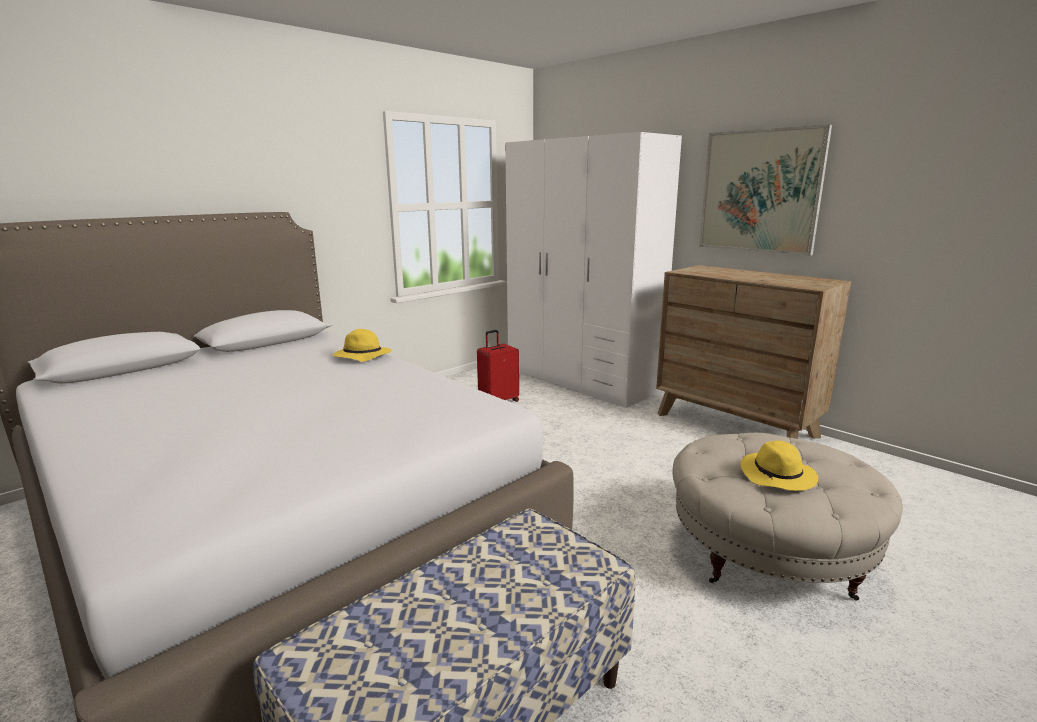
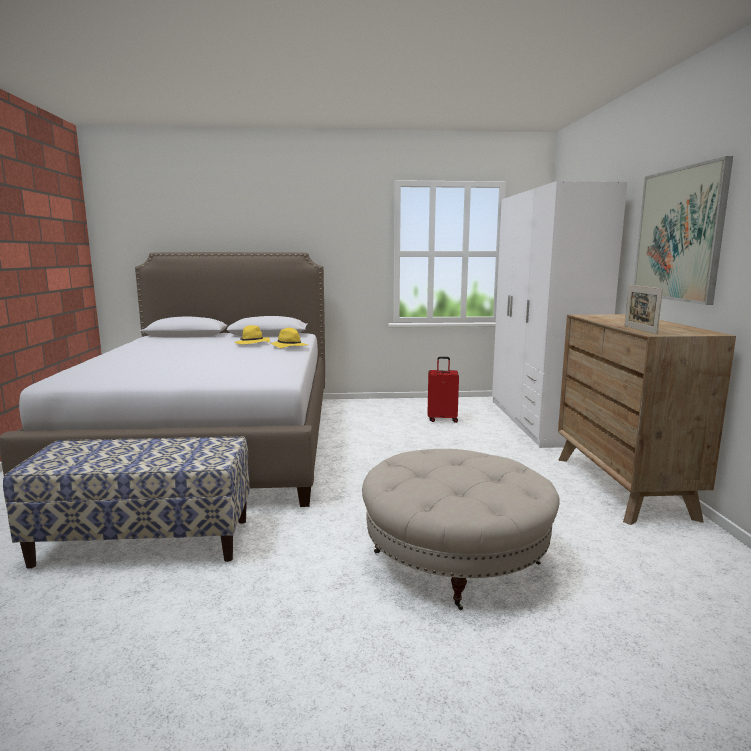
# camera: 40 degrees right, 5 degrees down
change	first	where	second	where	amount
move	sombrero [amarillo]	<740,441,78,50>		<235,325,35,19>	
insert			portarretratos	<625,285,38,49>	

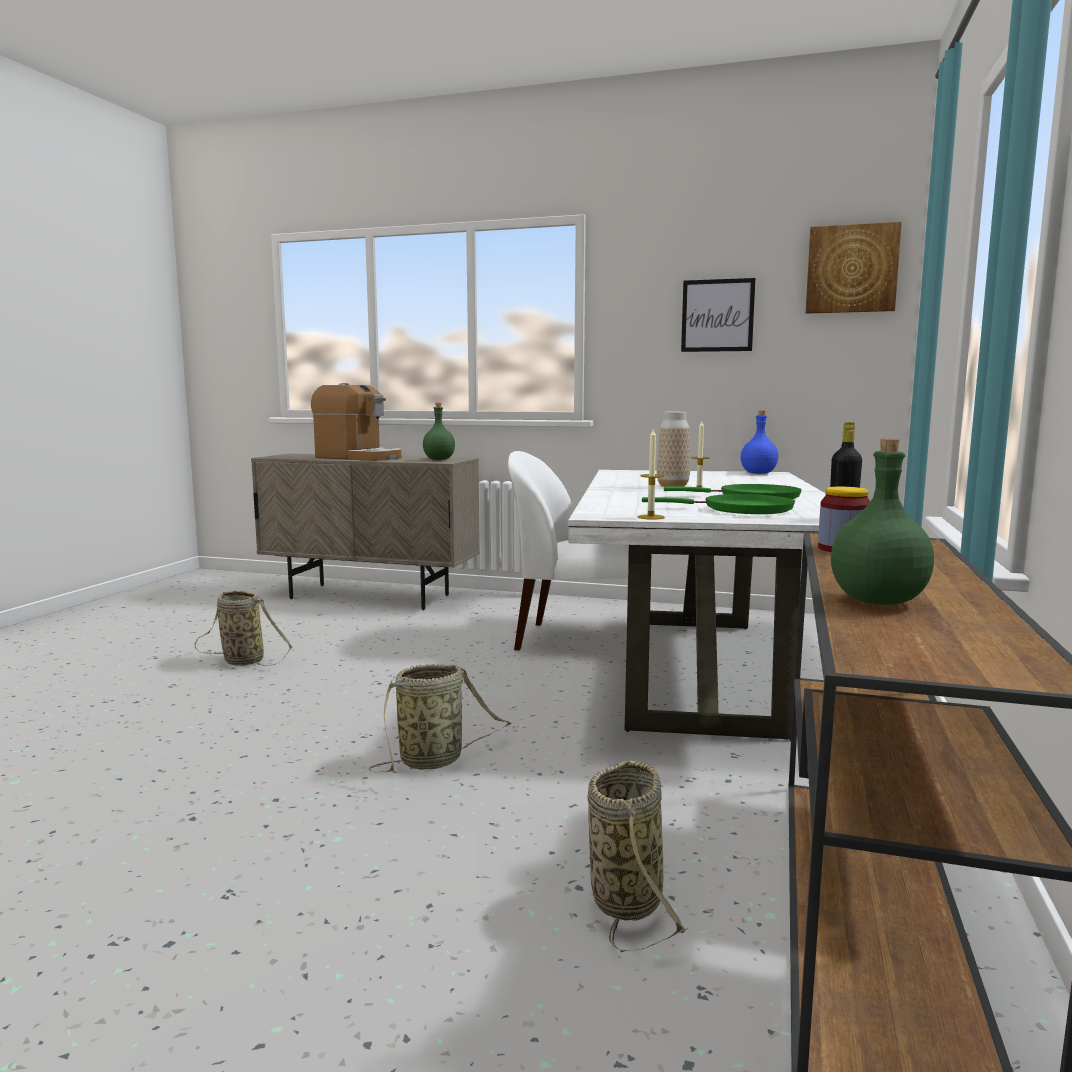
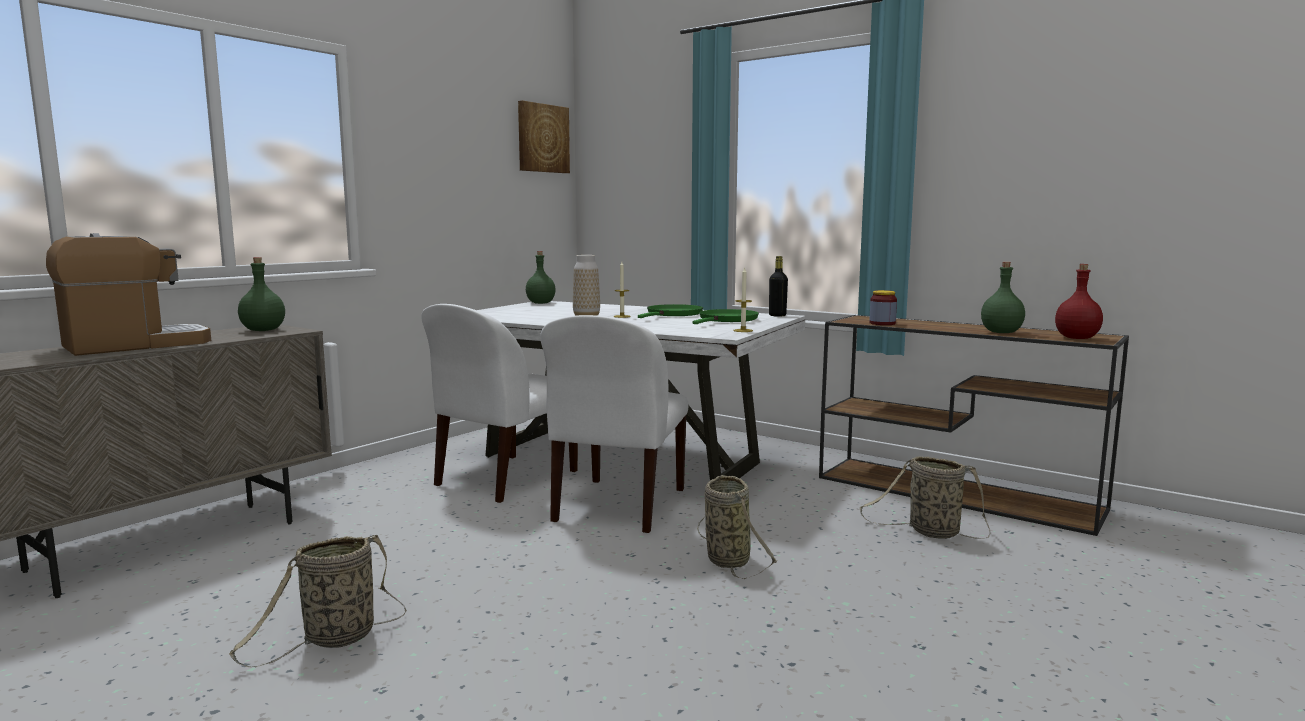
# camera: 70 degrees left, 0 degrees up
change	first	where	second	where	amount
delete	cuadro	<681,278,74,74>			
recolor	botella [azul]	<741,410,37,64>	botella [verde]	<526,251,30,53>	
insert			botella [rojo]	<1055,264,48,75>	
insert			silla [blanco]	<540,315,149,218>	

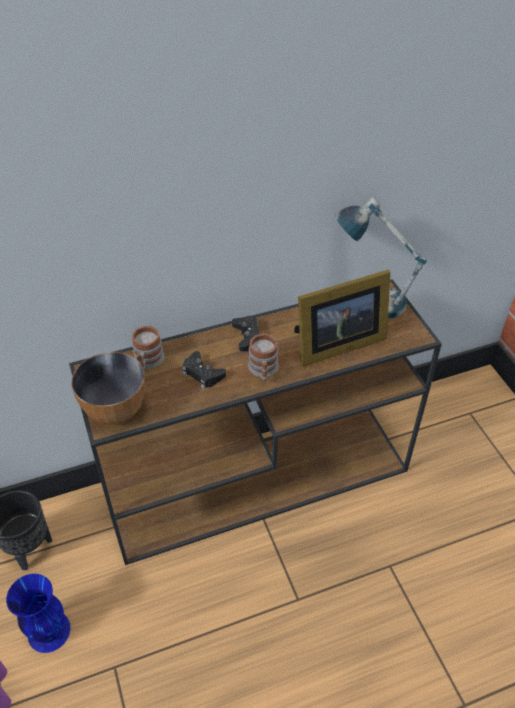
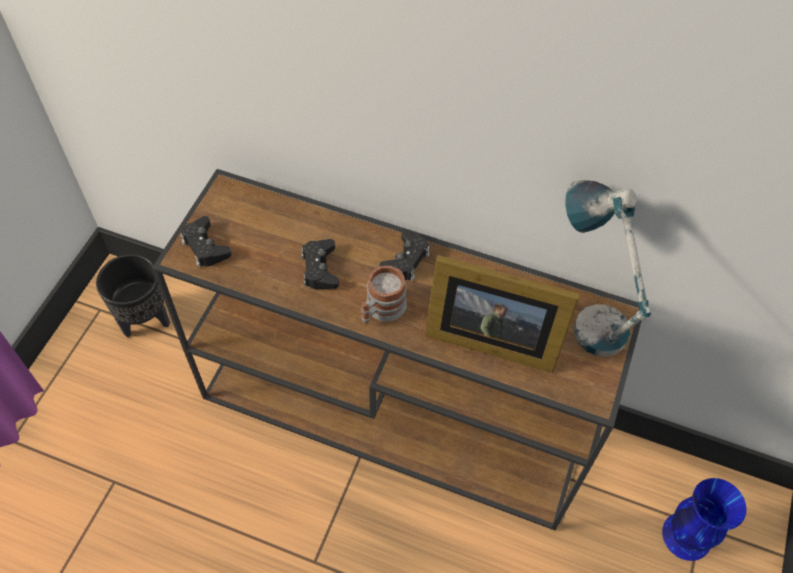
# camera: 40 degrees right, 10 degrees up
change	first	where	second	where	amount
delete	taza grande	<132,326,33,44>			
replace	cuenco	<71,352,74,73>	mando de consola [negro]	<180,216,51,51>	
move	florero [azul]	<6,574,65,79>		<662,478,84,83>	

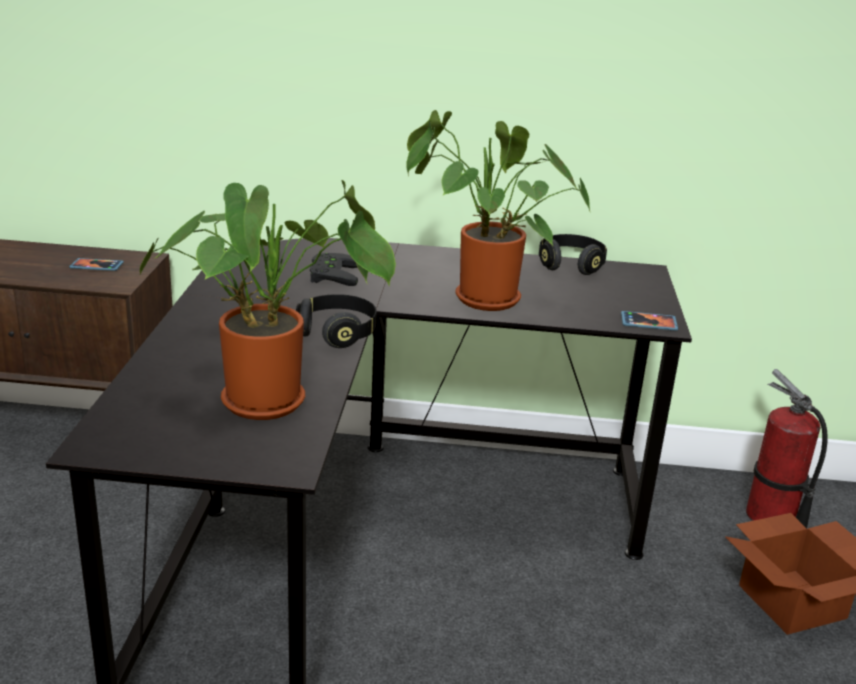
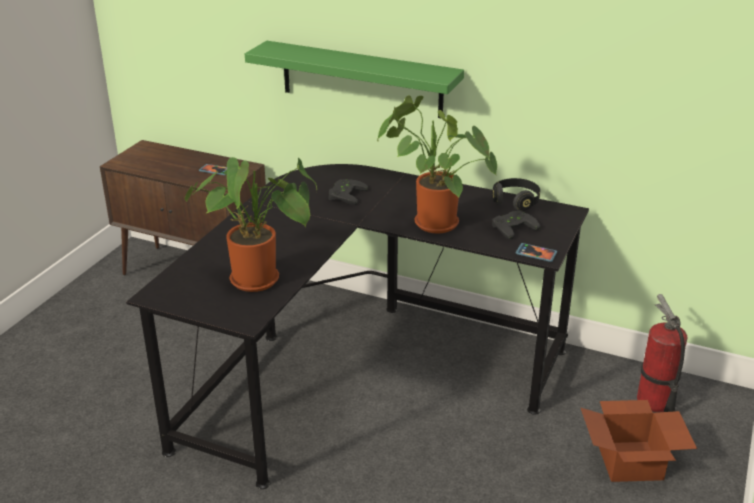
# camera: 20 degrees right, 5 degrees up
change	first	where	second	where	amount
delete	auriculares [negro]	<296,294,81,54>			
insert			estante [verde]	<245,41,219,77>	
insert			mando de consola [negro]	<492,211,48,29>	

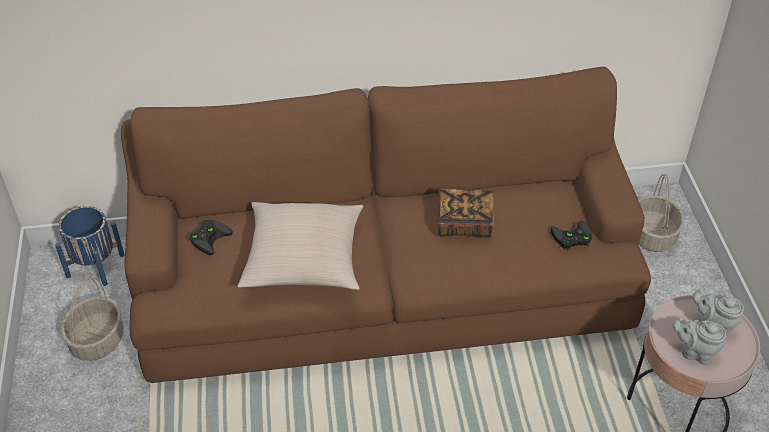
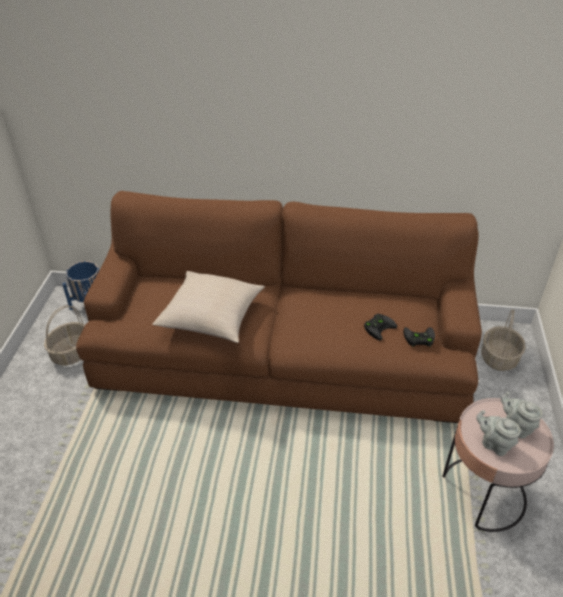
# camera: 15 degrees right, 5 degrees down
change	first	where	second	where	amount
delete	libro	<438,189,56,49>			
move	mando de consola [negro]	<189,220,44,35>		<364,314,33,26>	

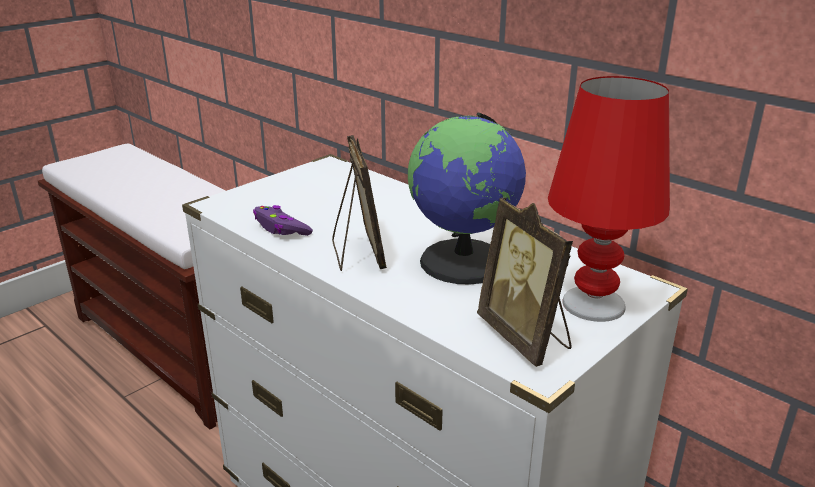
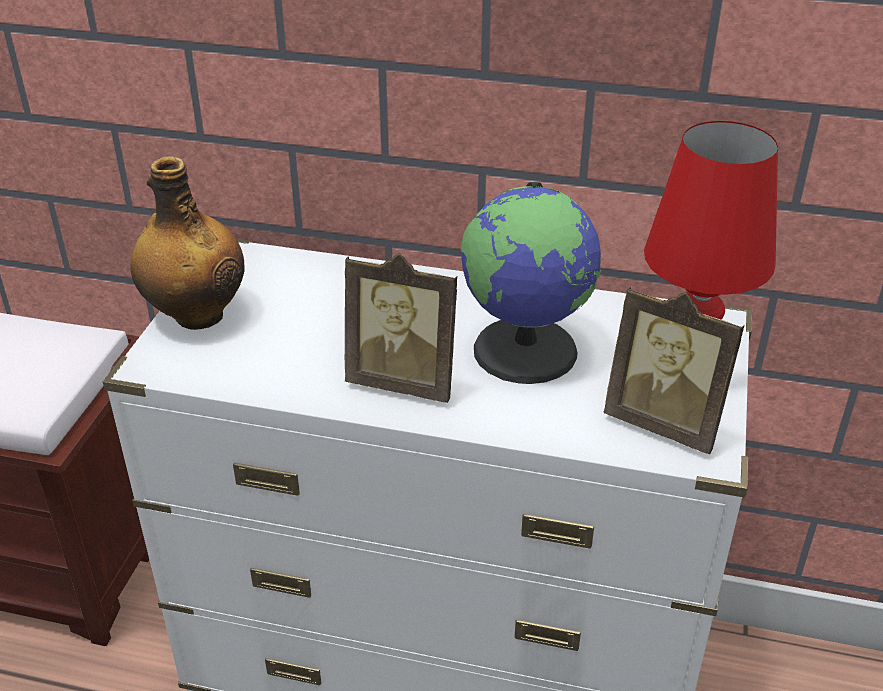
# camera: 30 degrees left, 10 degrees up
change	first	where	second	where	amount
rotate	portarretratos	<332,135,55,136>		<345,253,112,150>	150 degrees clockwise
delete	mando de consola [morado]	<253,205,60,31>			
insert			botella	<130,156,114,174>	

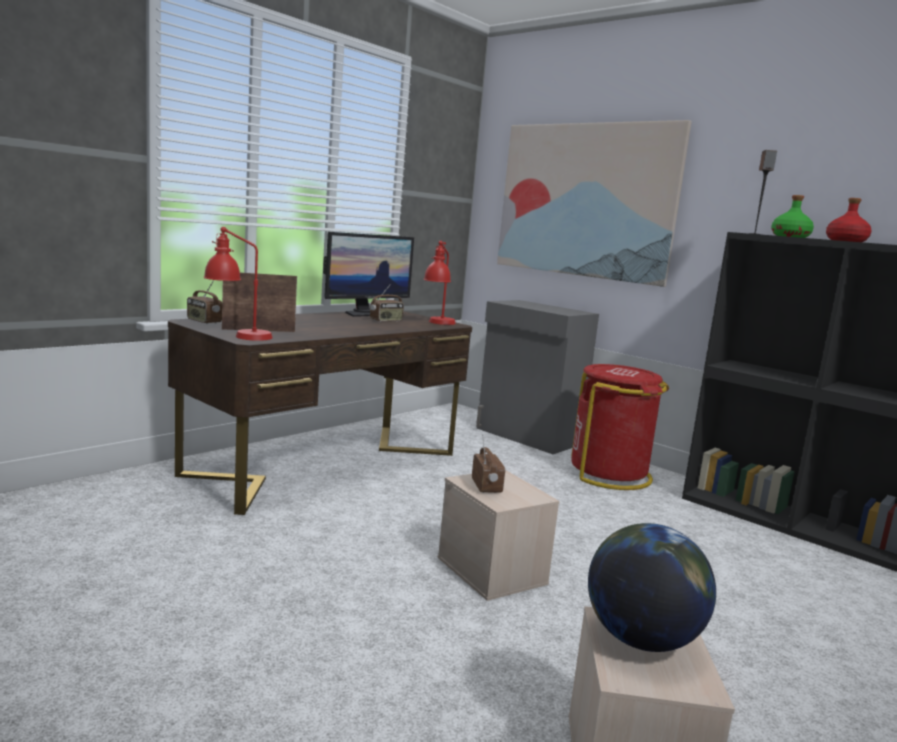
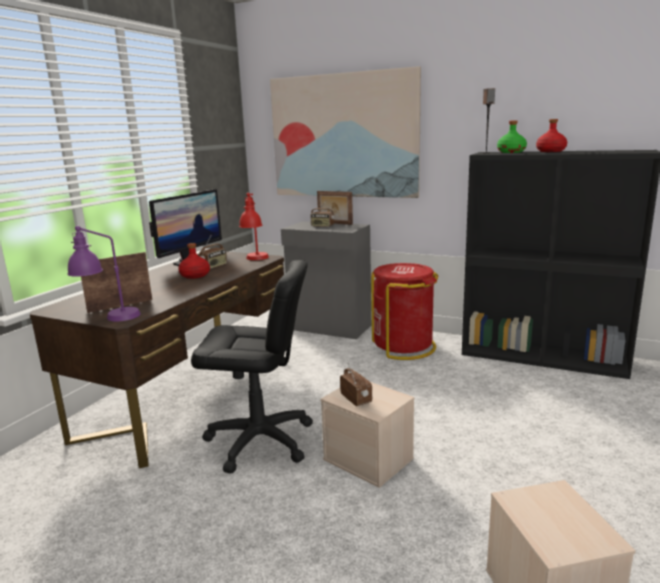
# camera: 15 degrees left, 5 degrees up
change	first	where	second	where	amount
recolor	lámpara de mesa [rojo]	<203,227,70,114>	lámpara de mesa [morado]	<67,226,74,95>	
move	radio	<187,280,35,44>		<310,203,24,24>	
delete	globo terráqueo	<588,523,128,129>			
insert			portarretratos	<317,191,36,34>	
insert			botella [rojo]	<178,243,32,36>	
insert			silla de oficina [negro]	<191,260,122,213>	

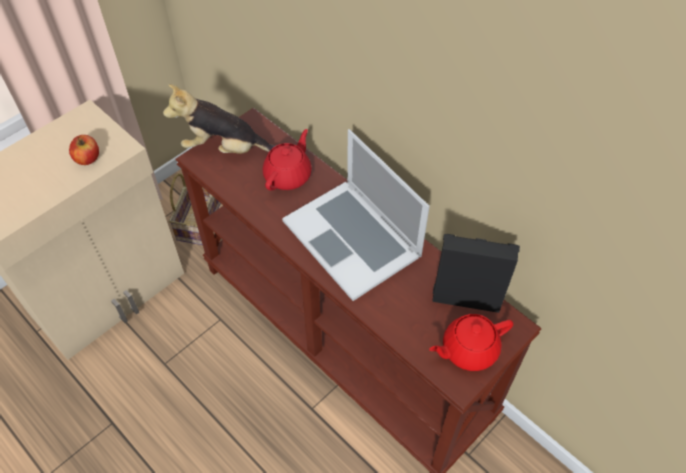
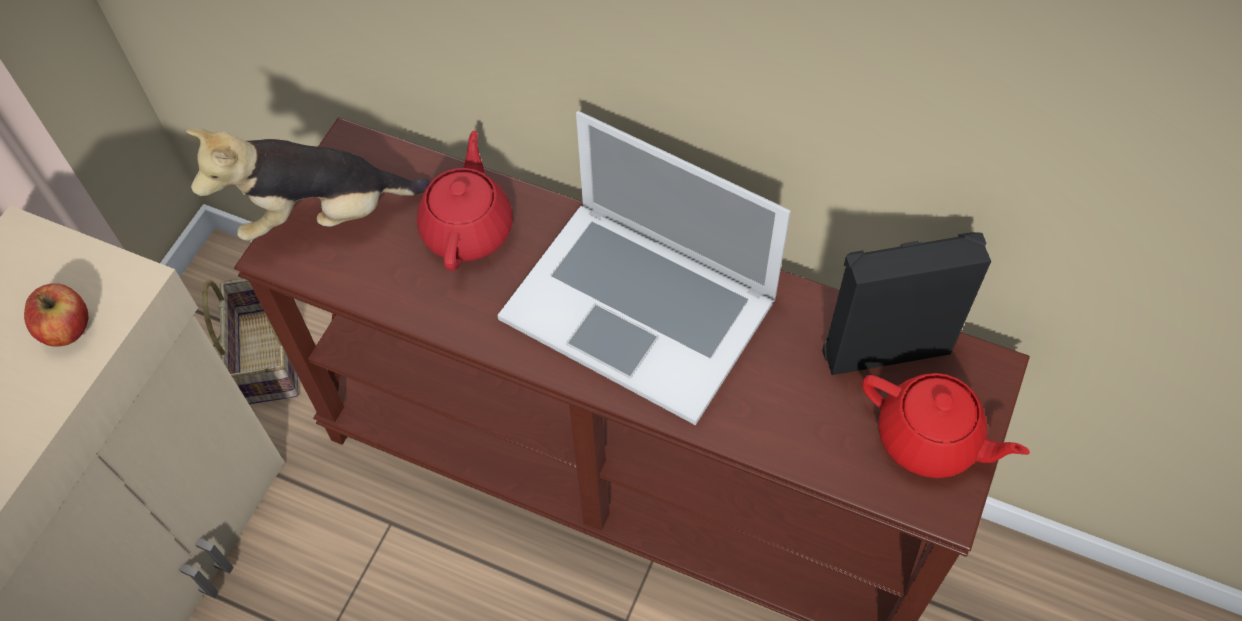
# camera: 20 degrees left, 5 degrees up
change	first	where	second	where	amount
rotate	tetera [rojo]	<429,314,84,57>		<862,373,168,105>	105 degrees counterclockwise

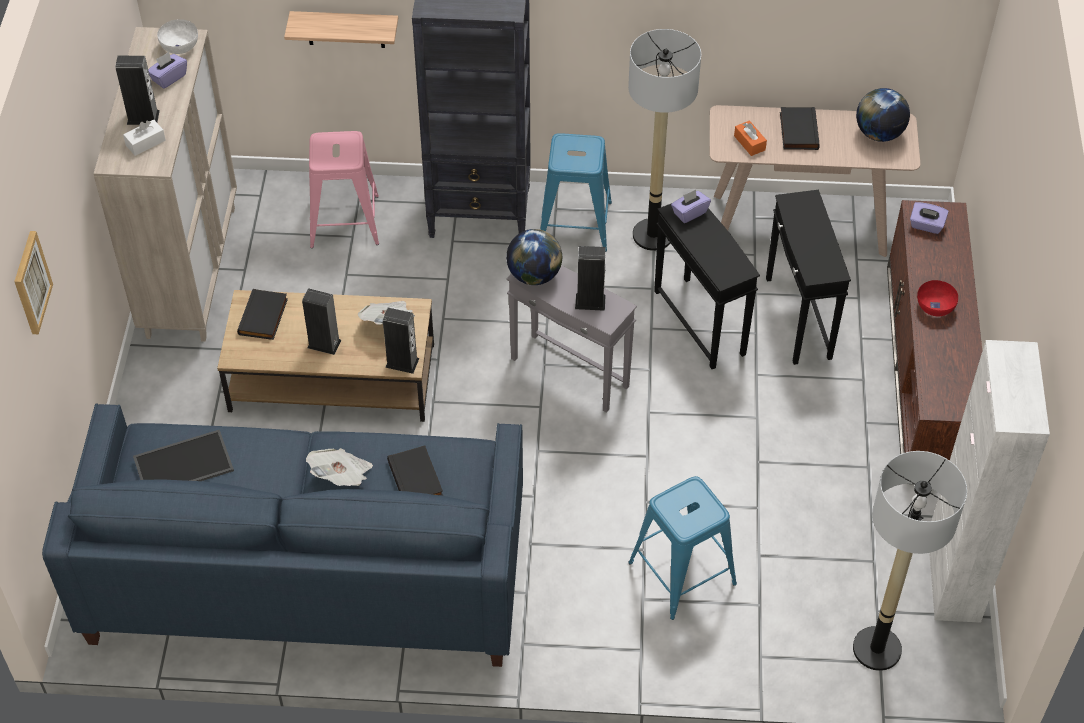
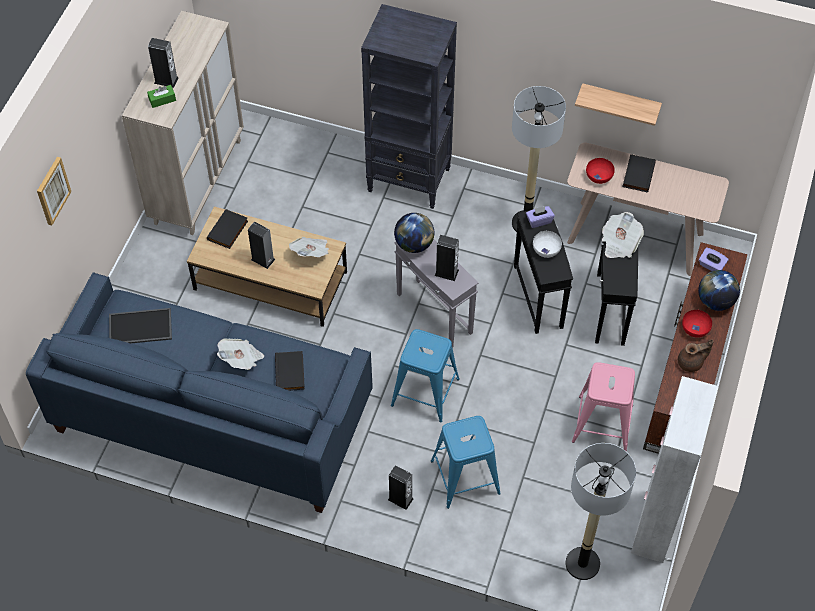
# camera: 15 degrees right, 5 degrees up
change	first	where	second	where	amount
move	estante	<284,11,114,37>		<575,83,87,43>	
move	cuenco [blanco]	<157,19,41,35>		<533,231,29,27>	
delete	caja de pañuelos [morado]	<148,52,39,37>			
move	globo terráqueo	<856,88,54,54>		<698,270,42,41>	
recolor	caja de pañuelos [blanco]	<123,119,43,37>	caja de pañuelos [verde]	<147,85,29,23>	
replace	caja de pañuelos [naranja]	<734,120,33,36>	cuenco [rojo]	<586,158,29,26>	
move	taburete [rosa]	<309,131,70,117>		<572,362,63,90>	
move	taburete [azul]	<540,133,72,119>		<391,329,69,94>	
move	altavoz	<383,308,36,66>		<388,465,26,45>	
insert			periódico	<602,212,42,46>	
insert			tetera [marrón]	<678,339,36,33>	

